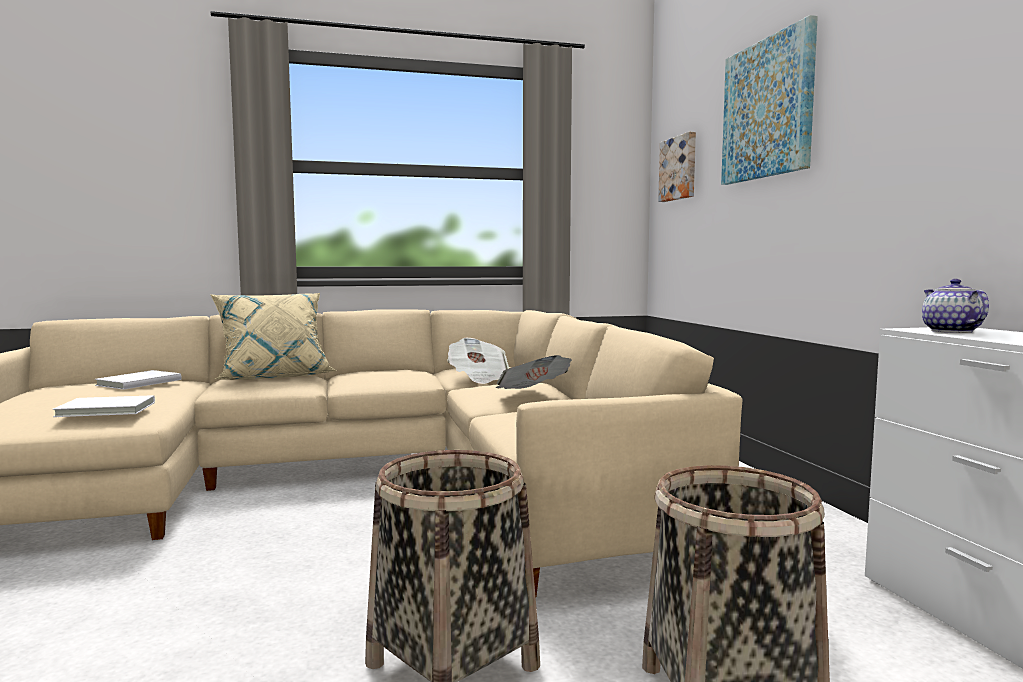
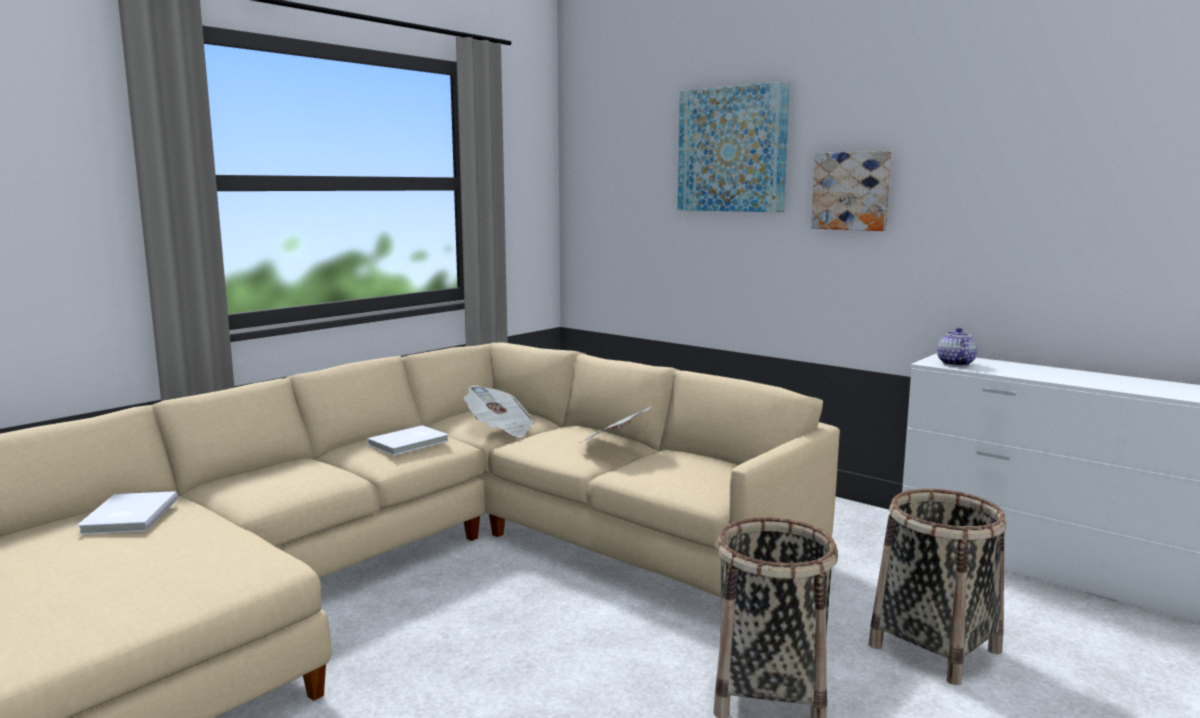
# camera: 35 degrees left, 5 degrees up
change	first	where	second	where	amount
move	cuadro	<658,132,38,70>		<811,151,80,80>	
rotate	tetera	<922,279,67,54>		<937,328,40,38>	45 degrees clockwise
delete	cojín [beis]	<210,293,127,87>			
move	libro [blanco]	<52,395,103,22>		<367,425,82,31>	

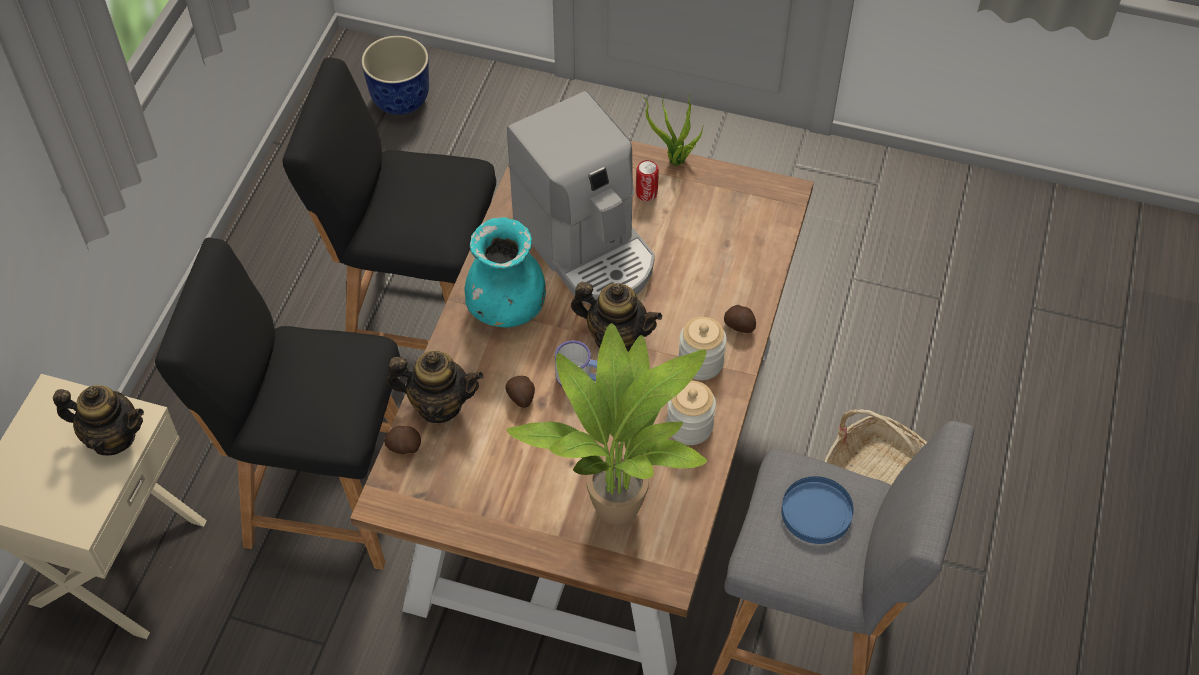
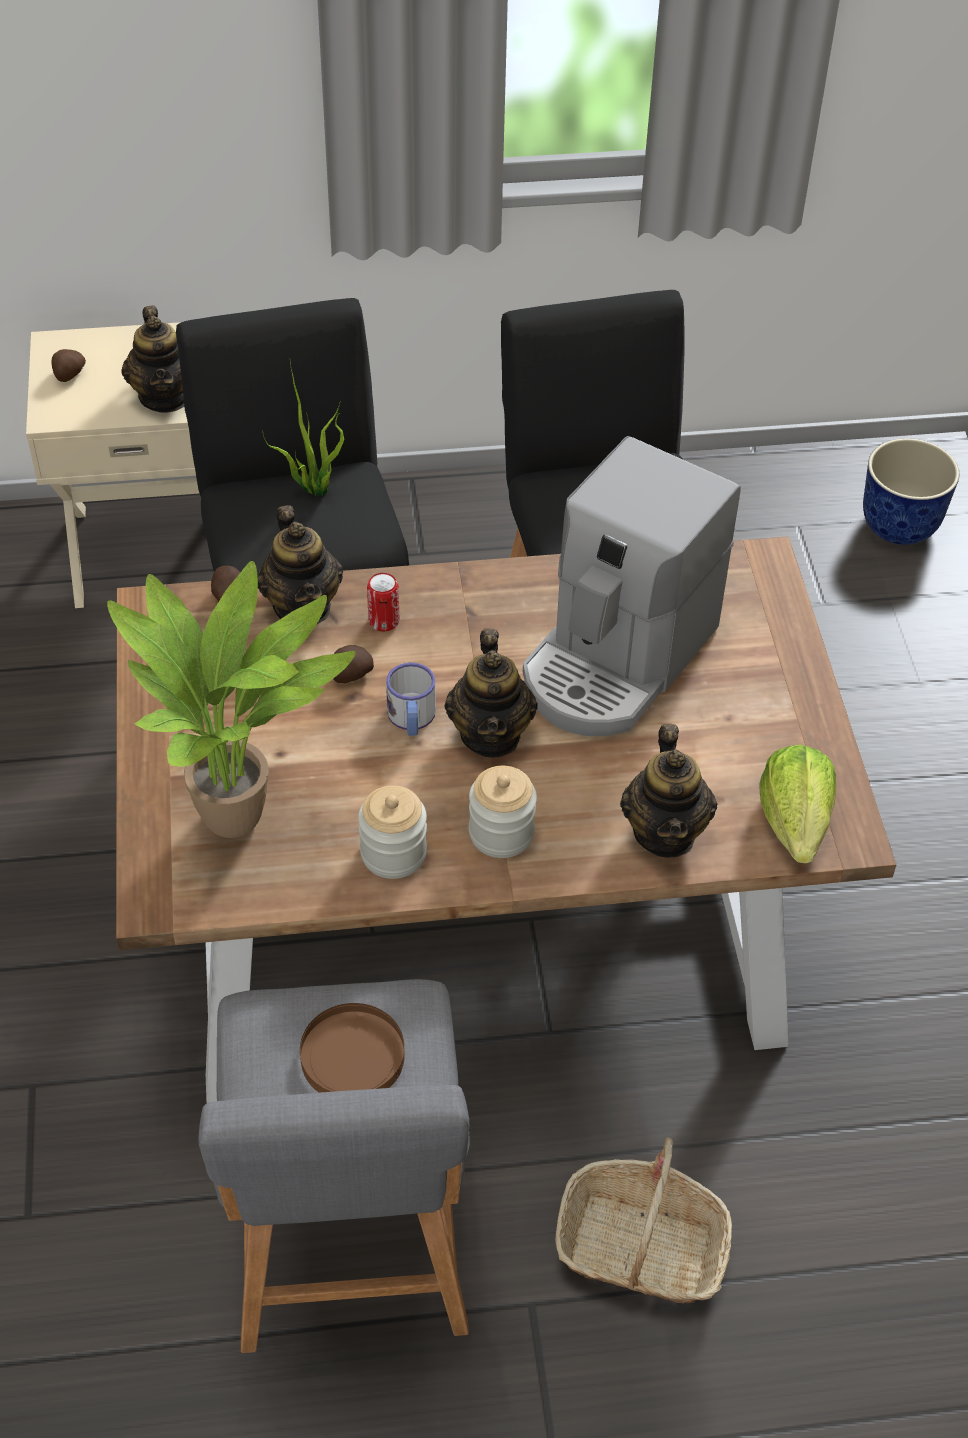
# camera: 65 degrees right, 5 degrees down
change	first	where	second	where	amount
move	planta en maceta	<638,92,65,74>		<262,362,82,134>	
move	lata	<636,160,23,41>		<367,573,32,58>	
delete	florero [turquesa]	<465,217,81,111>			
move	patata	<724,305,32,28>		<51,349,35,33>	
recolor	plato [azul]	<781,476,73,68>	plato [marrón]	<300,1003,105,90>	
insert			tetera	<620,724,97,134>	
insert			lechuga	<759,744,77,120>	

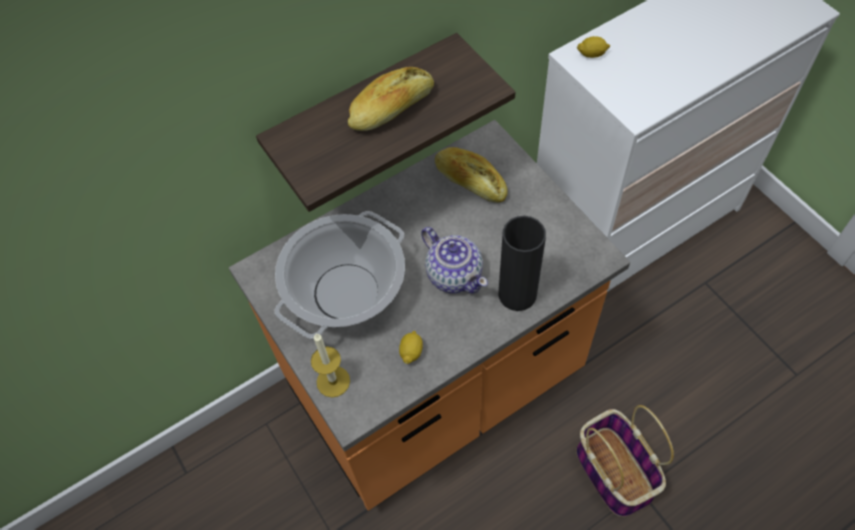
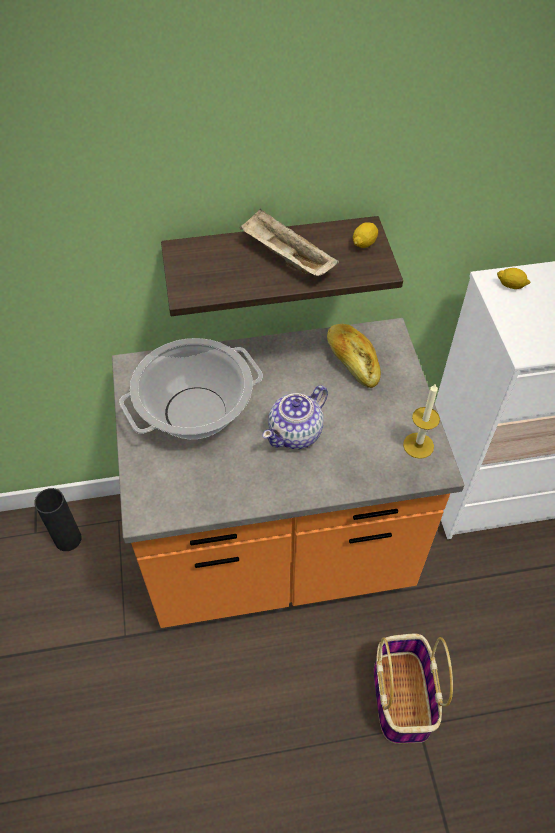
# camera: 20 degrees right, 5 degrees down
change	first	where	second	where	amount
replace	pan	<348,67,86,64>	bandeja [beis]	<240,209,99,67>	
move	florero [negro]	<499,216,47,95>		<34,488,48,63>	
rotate	tetera	<421,227,67,67>		<262,385,66,64>	60 degrees clockwise
move	limón	<399,331,24,33>		<353,222,25,26>	
move	vela	<311,334,39,63>		<403,383,37,76>	

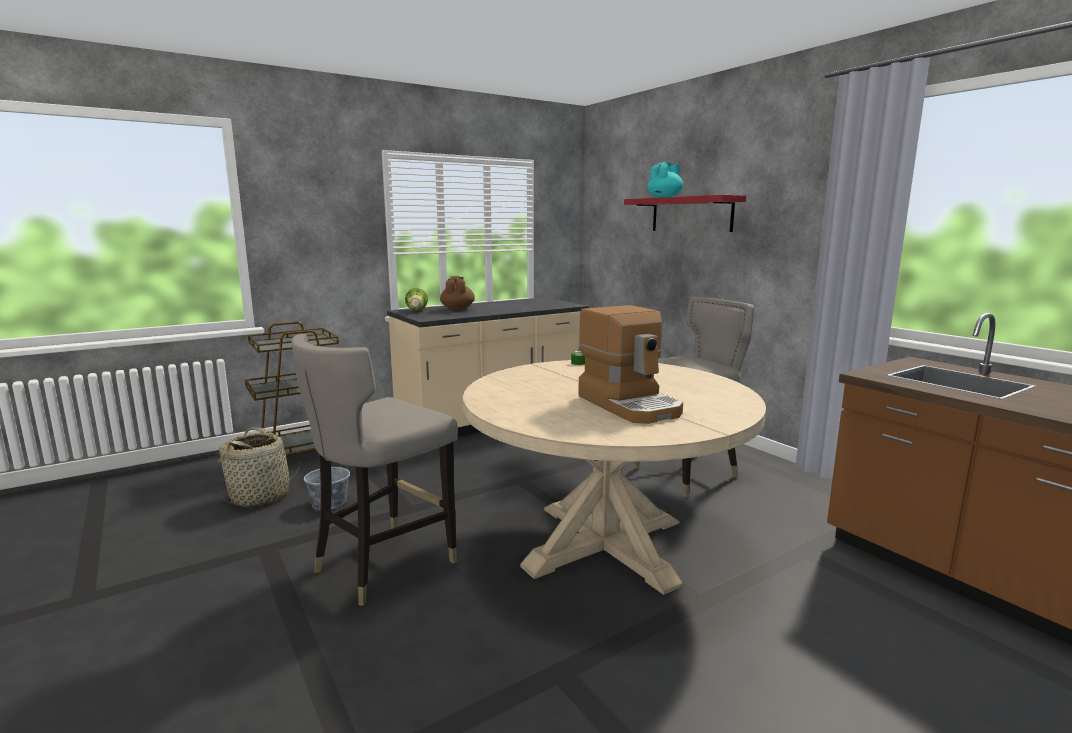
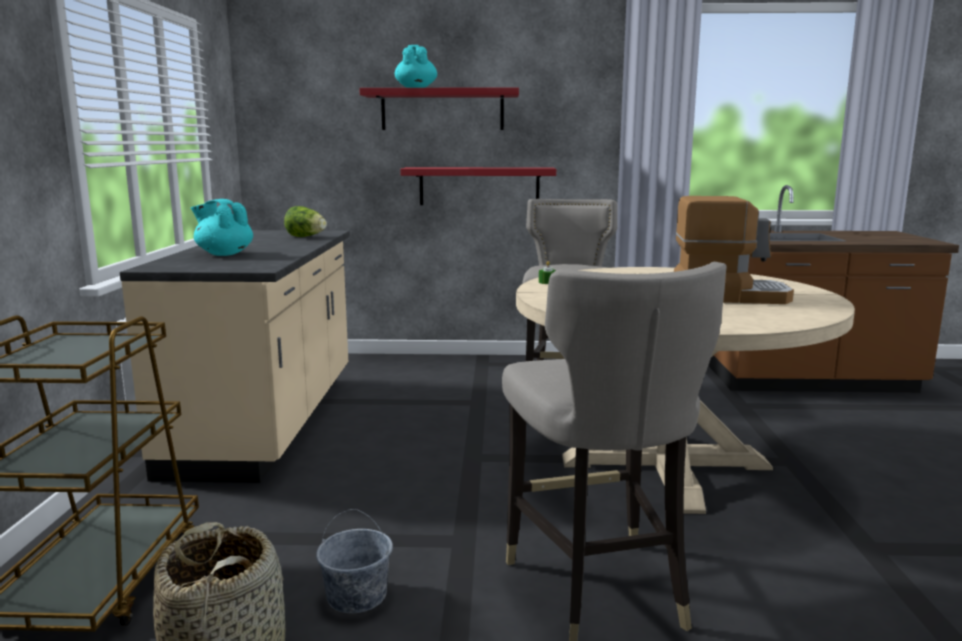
# camera: 55 degrees left, 0 degrees up
change	first	where	second	where	amount
recolor	tetera [marrón]	<440,276,35,34>	tetera [turquesa]	<191,199,62,57>	
move	lechuga	<405,288,23,23>		<284,206,43,31>	
insert			estante [rojo]	<400,167,156,38>	

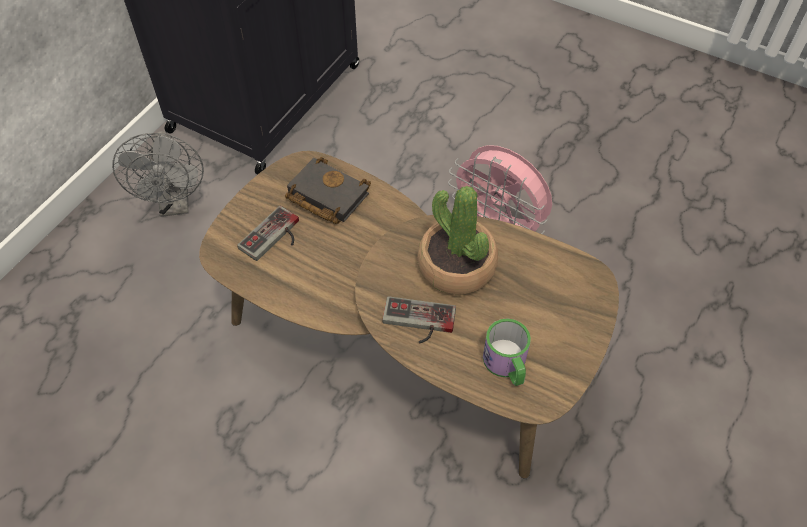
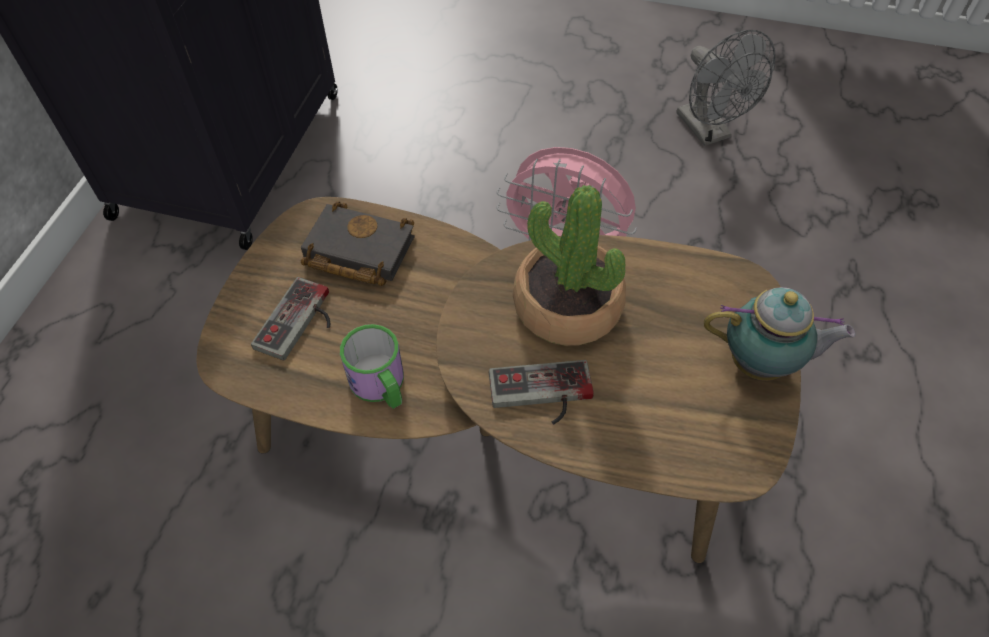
# camera: 15 degrees left, 0 degrees up
change	first	where	second	where	amount
move	ventilador [gris]	<112,131,92,86>		<676,30,100,116>	
move	taza grande	<483,318,48,68>		<340,324,64,85>	
insert			tetera	<704,287,152,94>	

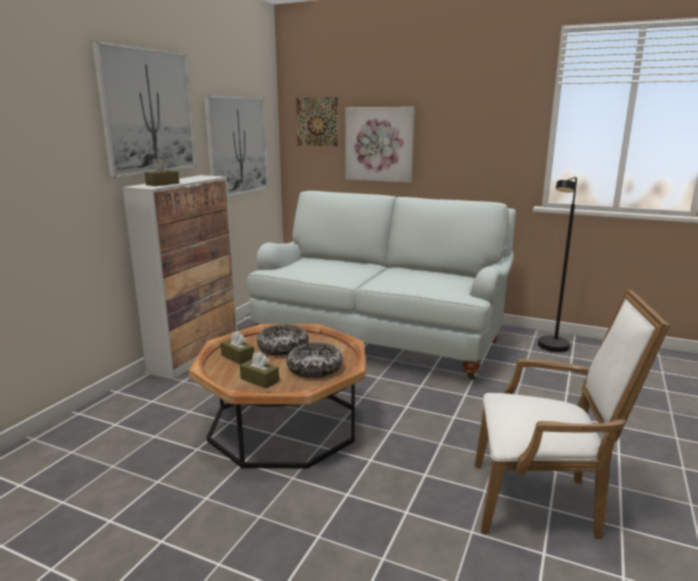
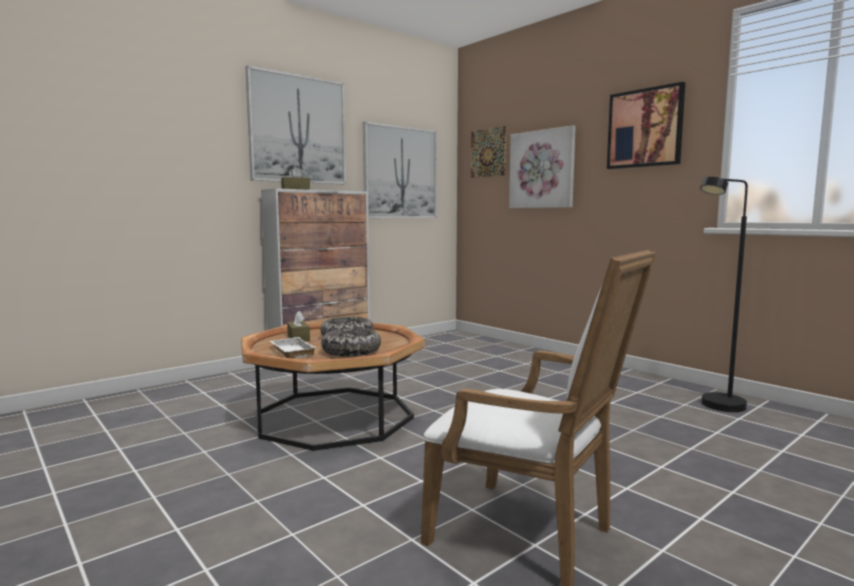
# camera: 25 degrees right, 10 degrees down
change	first	where	second	where	amount
delete	sofá [blanco]	<247,191,269,189>			
replace	caja de pañuelos [marrón]	<240,352,39,37>	bandeja [blanco]	<270,337,46,22>	
insert			cuadro	<607,82,78,87>	

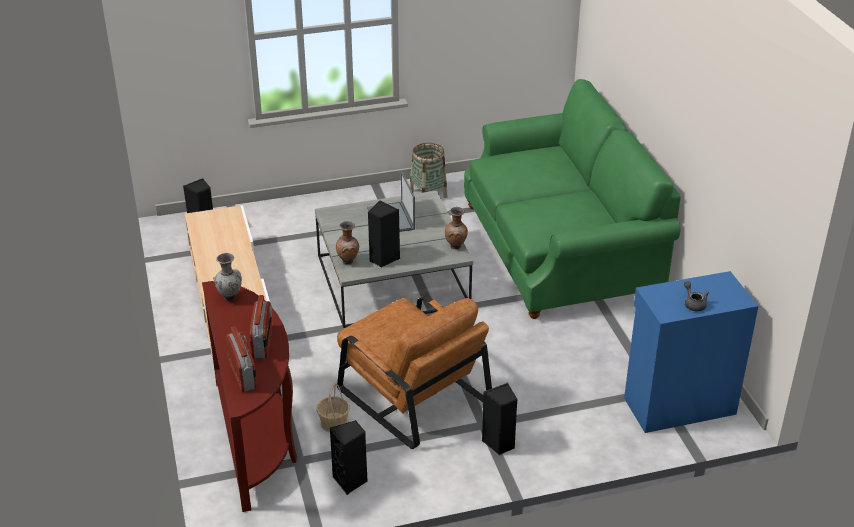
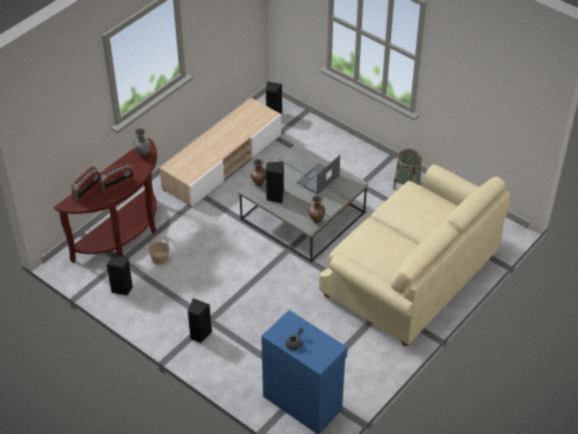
# camera: 55 degrees right, 10 degrees up
change	first	where	second	where	amount
recolor	sofá [verde]	<464,79,217,240>	sofá [beis]	<319,164,191,182>	
delete	sillón [marrón]	<337,295,155,154>			

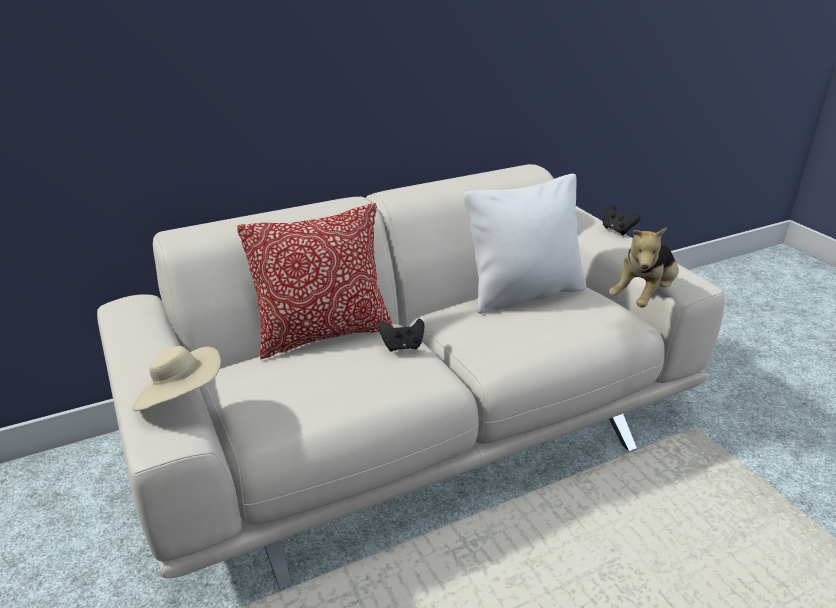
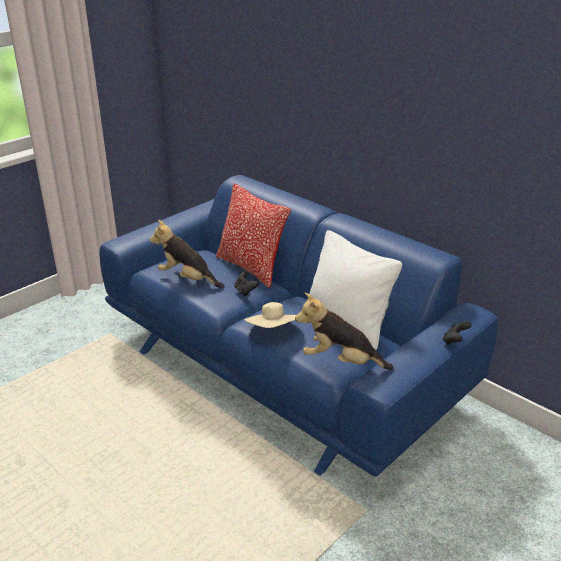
# camera: 70 degrees right, 0 degrees up
change	first	where	second	where	amount
recolor	sofá [beis]	<97,164,628,426>	sofá [azul]	<99,175,399,301>	
move	sombrero [beis]	<132,346,89,65>		<244,302,52,26>	
insert			peluche	<150,220,75,68>	

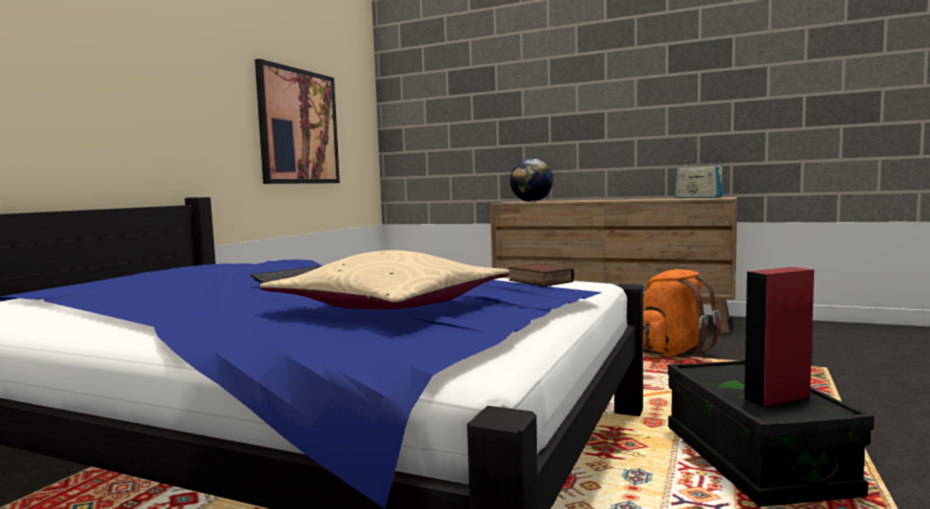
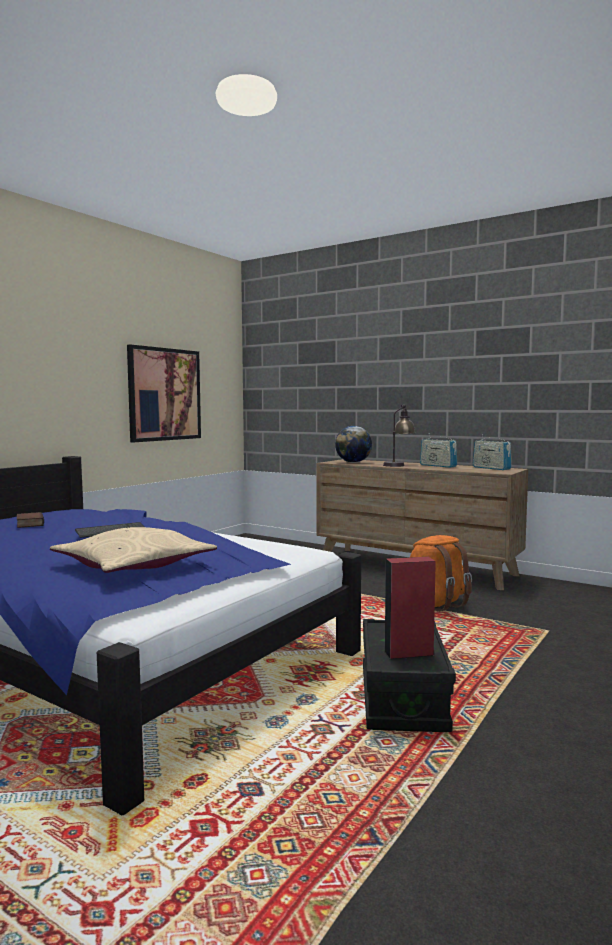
# camera: 10 degrees right, 0 degrees up
change	first	where	second	where	amount
move	libro	<509,263,65,24>		<17,512,27,16>	
insert			lámpara de mesa	<383,405,33,62>	
insert			radio	<420,433,37,35>	

